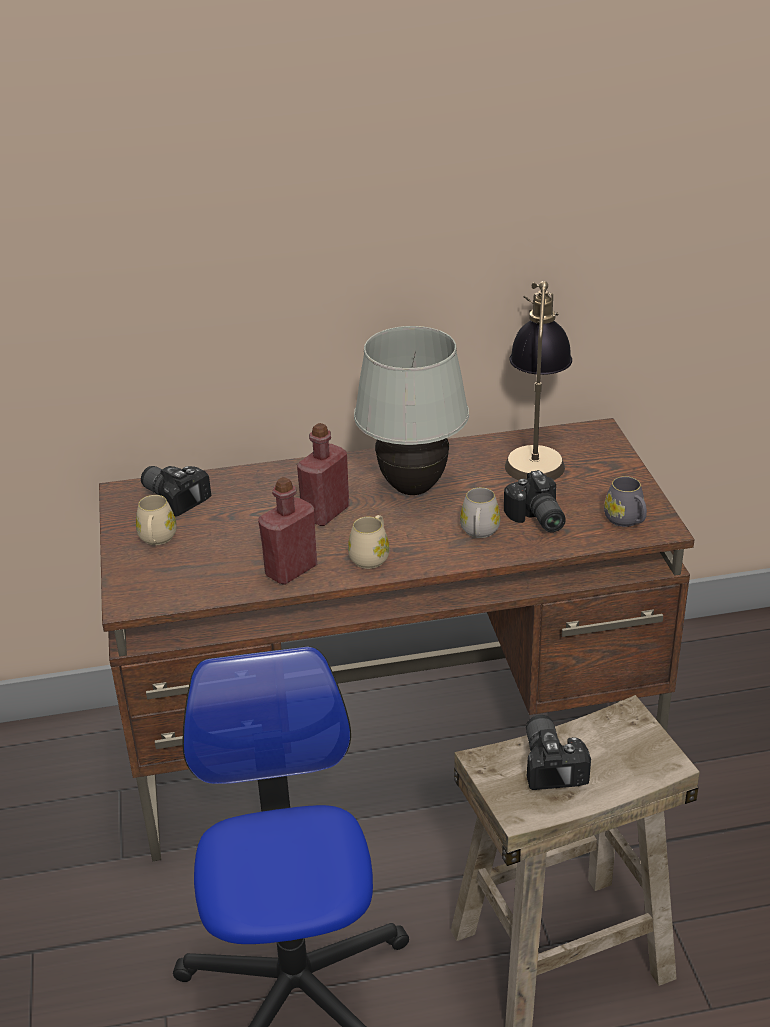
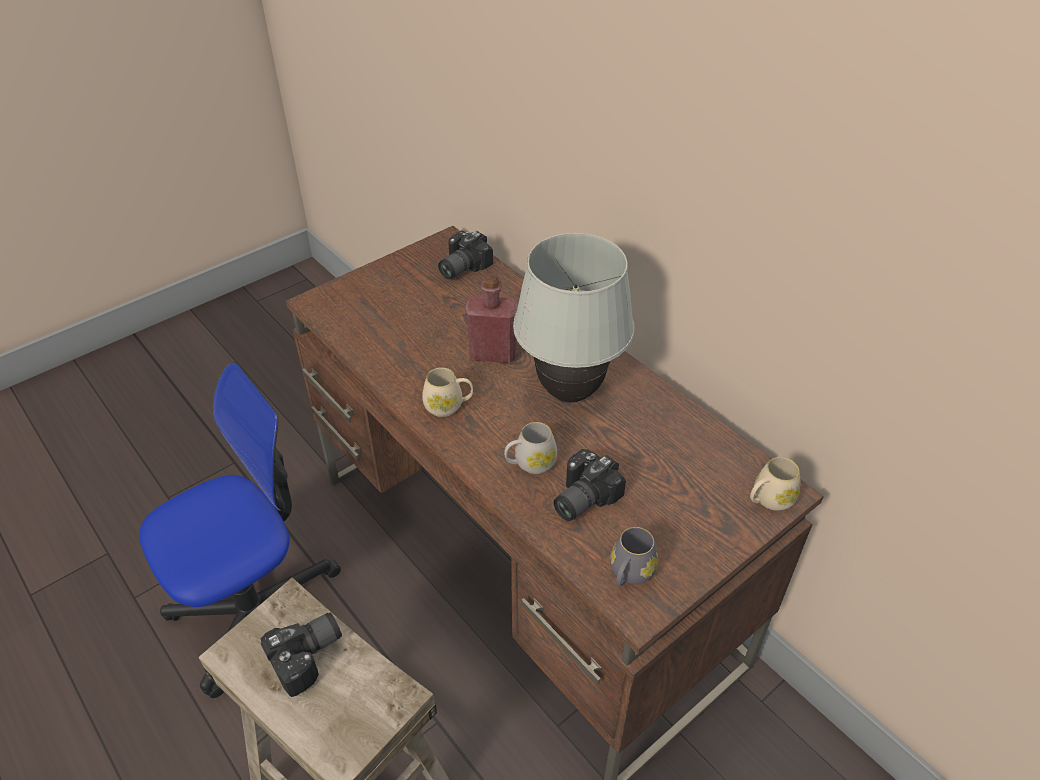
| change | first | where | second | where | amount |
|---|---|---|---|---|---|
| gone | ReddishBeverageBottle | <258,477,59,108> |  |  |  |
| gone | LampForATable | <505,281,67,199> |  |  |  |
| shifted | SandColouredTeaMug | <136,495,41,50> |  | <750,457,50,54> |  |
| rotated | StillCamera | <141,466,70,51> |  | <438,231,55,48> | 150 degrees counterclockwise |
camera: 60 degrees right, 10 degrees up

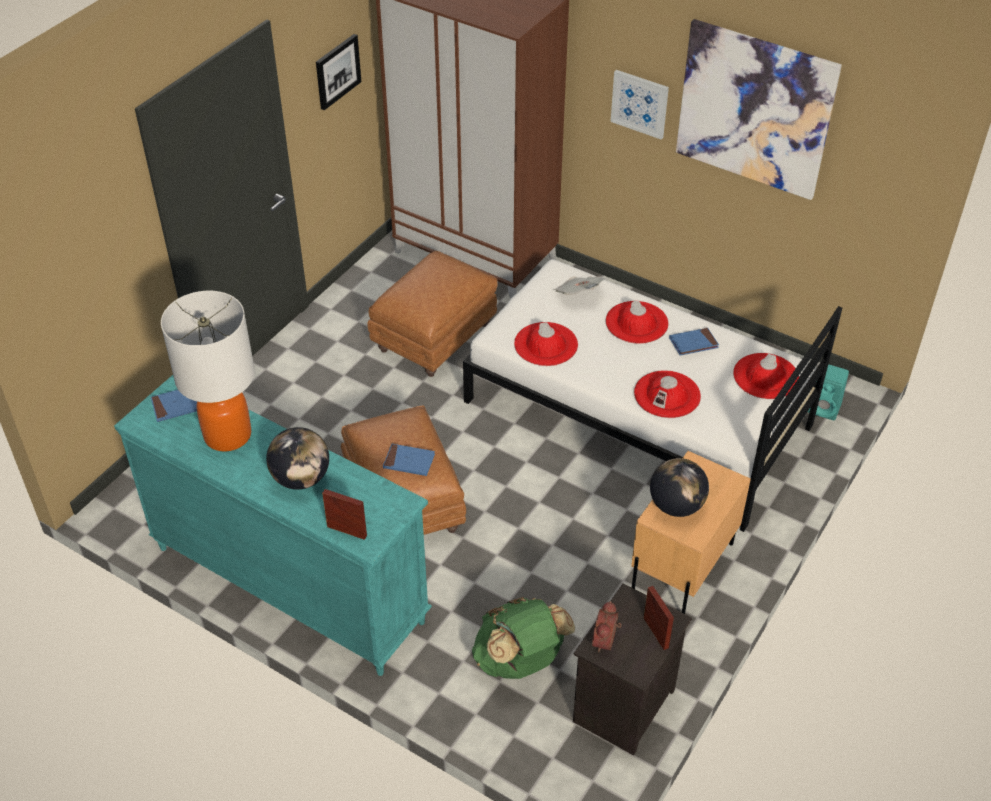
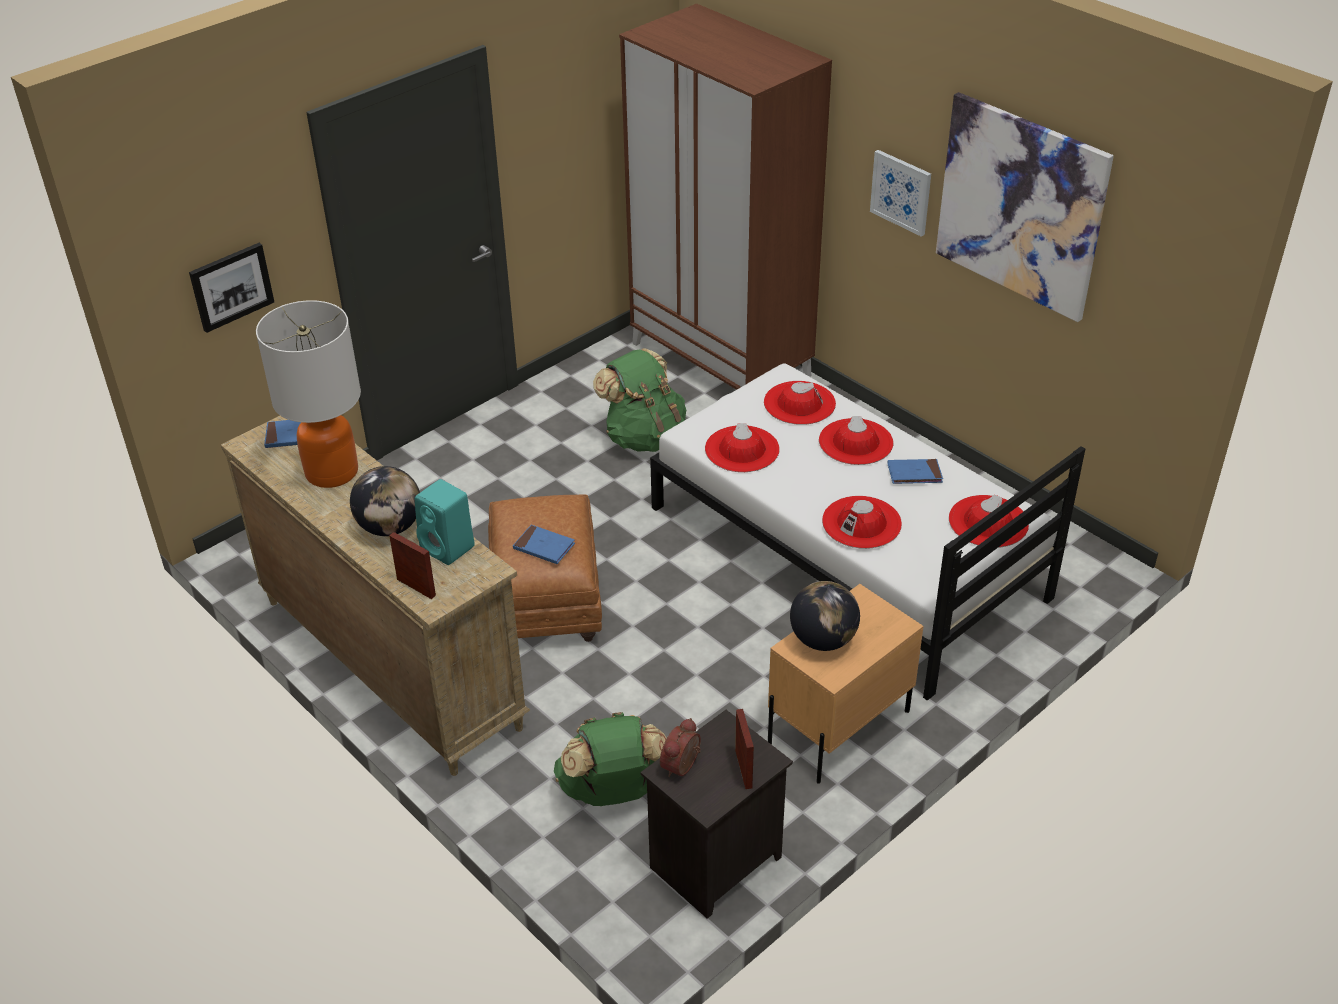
| change | first | where | second | where | amount |
|---|---|---|---|---|---|
| shifted | WallArt | <316,34,45,76> |  | <189,243,85,90> |  |
| shifted | BlueGreenLoudspeaker | <808,364,41,56> |  | <415,479,60,86> |  |
| swapped | BrownOttoman | <367,251,131,126> | GreenishBackpack | <593,348,93,104> |  |
| swapped | PrintedPaper | <554,276,51,19> | ReddishClothingHat | <764,381,72,44> |  |
| repainted | BlueGreenDrawerChest | <114,375,318,301> | SandColouredDrawerChest | <221,416,309,360> |  |
camera: 15 degrees right, 5 degrees down

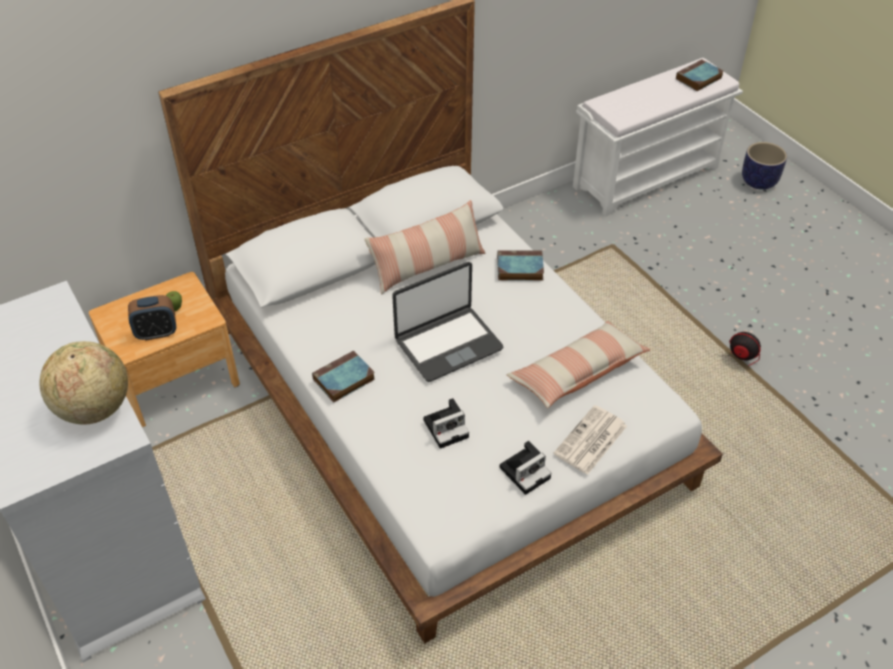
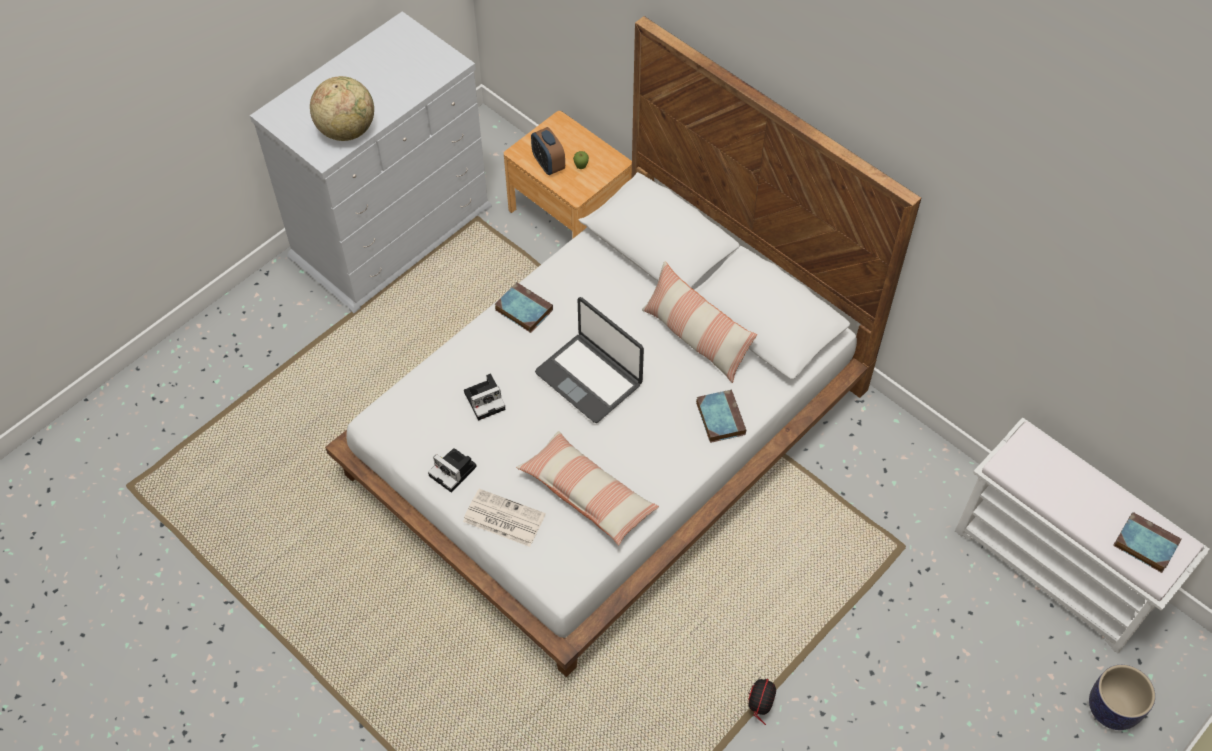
| change | first | where | second | where | amount |
|---|---|---|---|---|---|
| rotated | StillCamera | <423,398,46,51> |  | <464,373,41,47> | 75 degrees counterclockwise |
camera: 75 degrees right, 10 degrees up

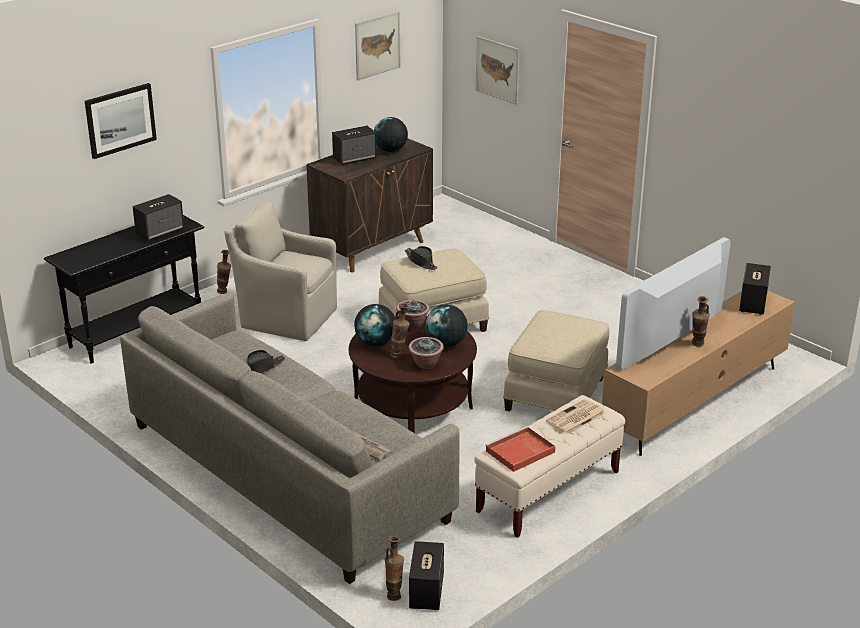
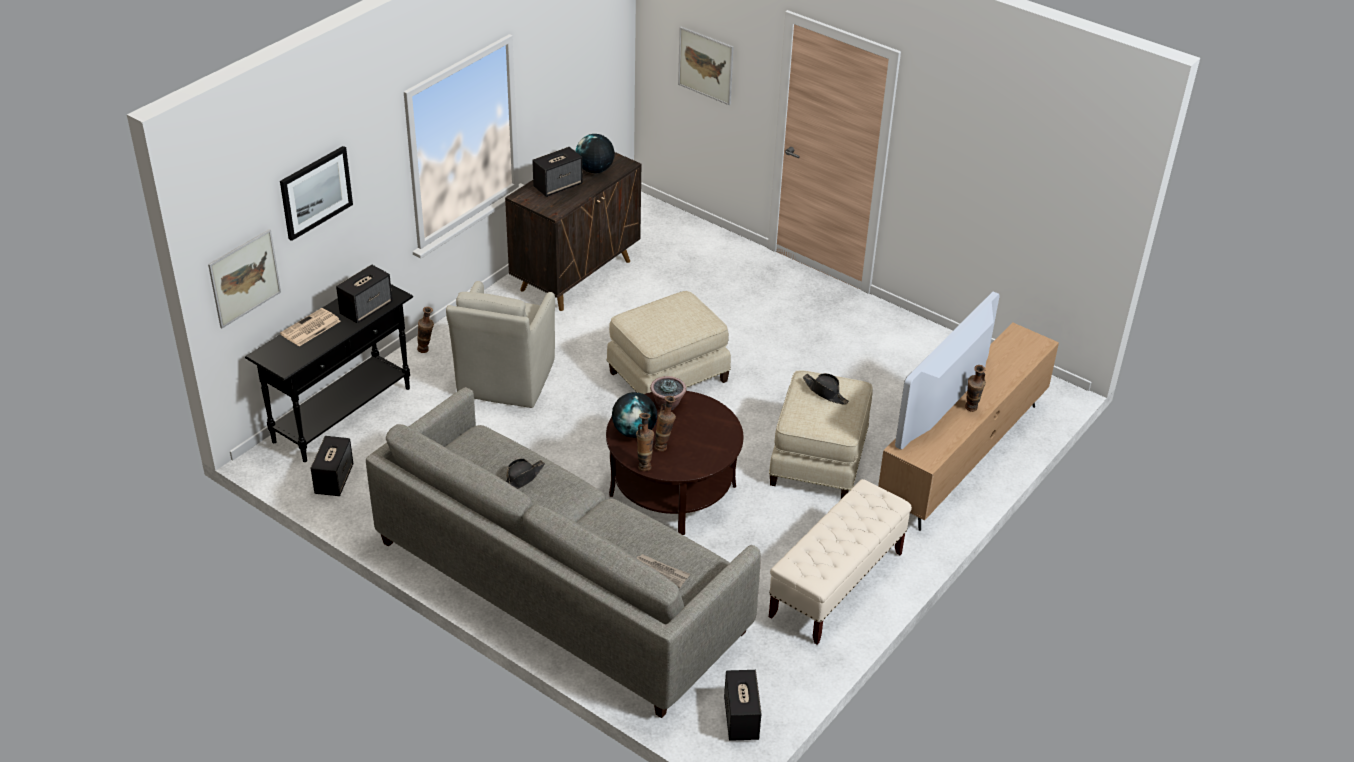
| change | first | where | second | where | amount |
|---|---|---|---|---|---|
| gone | PottedPlant | <409,337,35,32> |  |  |  |
| gone | DeskGlobe | <425,305,43,42> |  |  |  |
| gone | ReddishTray | <485,426,71,46> |  |  |  |
| shifted | WallArt | <355,11,45,70> |  | <208,229,73,99> |  |
| shifted | FlowerVase | <384,536,20,65> |  | <636,413,18,58> |  |
| shifted | BlackColouredClothingHat | <405,246,33,24> |  | <803,373,46,32> |  |
| shifted | PrintedPaper | <546,399,60,36> |  | <280,308,61,38> |  |
| shifted | Loudspeaker | <739,263,32,52> |  | <310,436,43,60> |  |
| rotated | SandColouredLoungeChair | <224,201,113,140> |  | <446,281,109,127> | 90 degrees counterclockwise |
camera: 10 degrees left, 10 degrees up

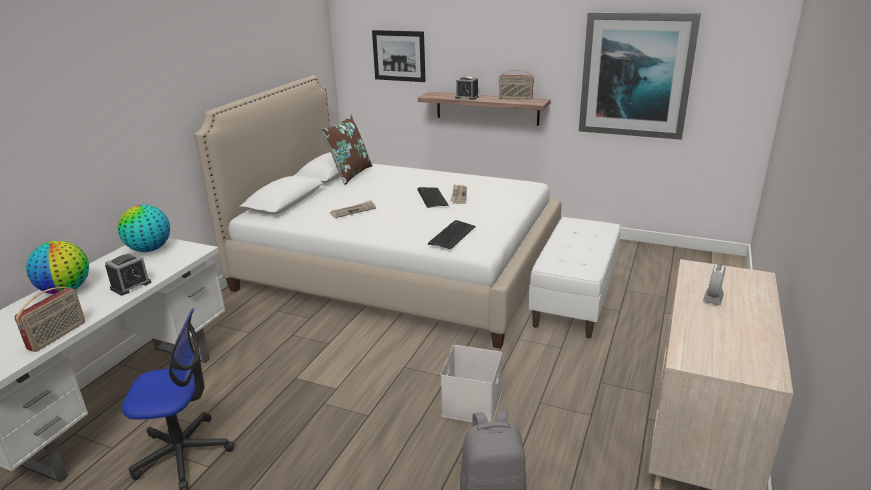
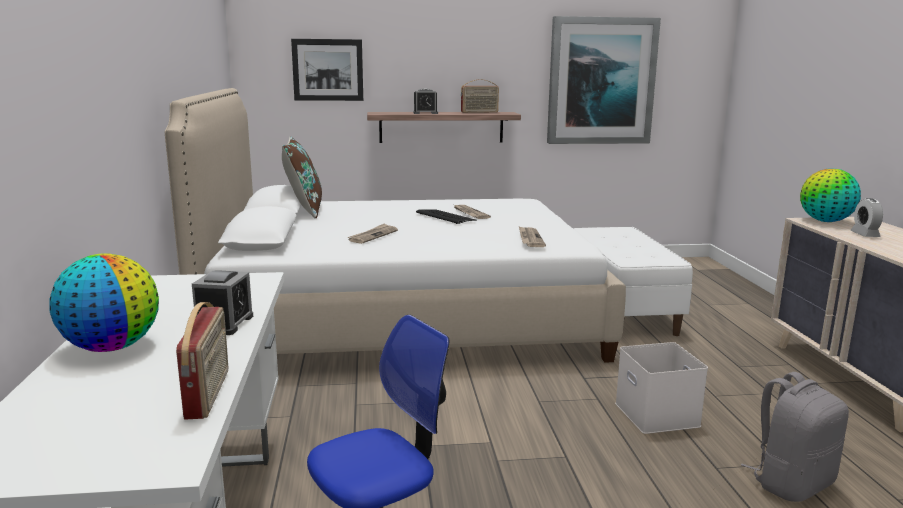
| change | first | where | second | where | amount |
|---|---|---|---|---|---|
| shifted | DeskGlobe | <118,205,52,47> |  | <800,168,61,54> |  |
| swapped | Keyboard | <428,220,48,29> | PrintedPaper | <519,226,27,21> |  |
camera: 30 degrees left, 10 degrees down

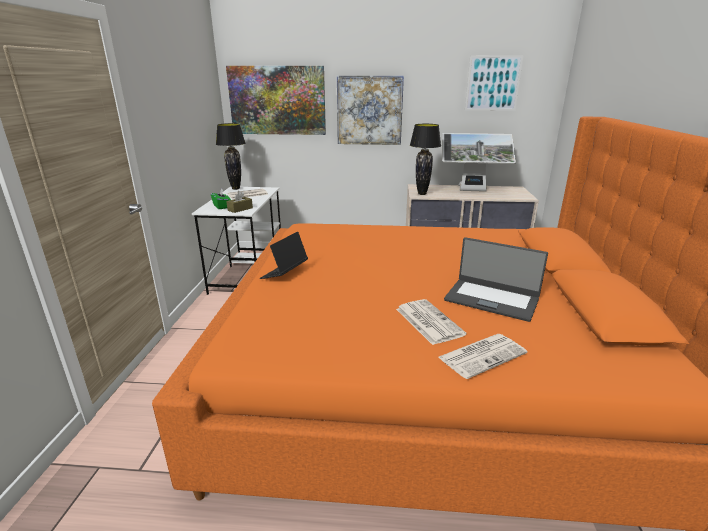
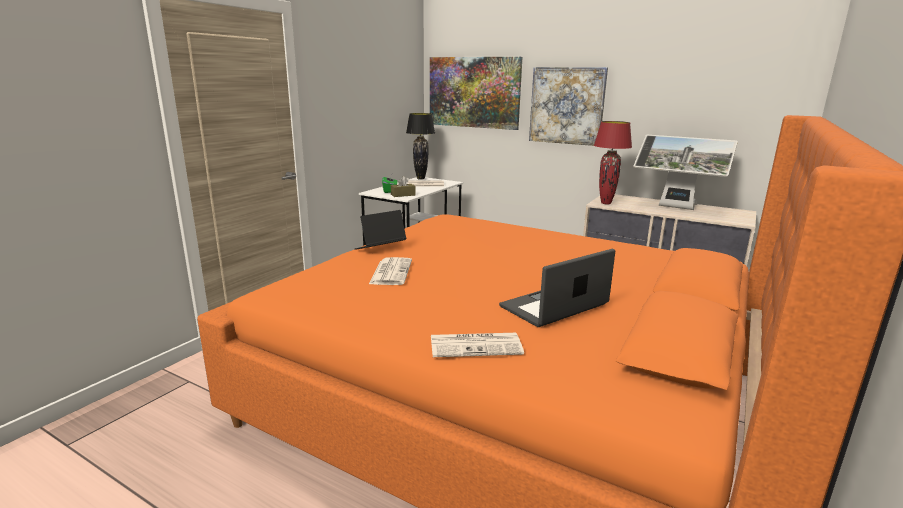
| change | first | where | second | where | amount |
|---|---|---|---|---|---|
| gone | WallArt | <465,55,59,56> |  |  |  |
| shifted | PrintedPaper | <396,299,70,46> |  | <369,257,43,28> |  |
| repainted | BlackColouredLampForATable | <410,124,31,71> | ReddishLampForATable | <594,121,38,83> |  |
| rotated | NotebookComputer | <444,237,104,85> |  | <499,249,116,78> | 90 degrees clockwise |
camera: 25 degrees right, 5 degrees down

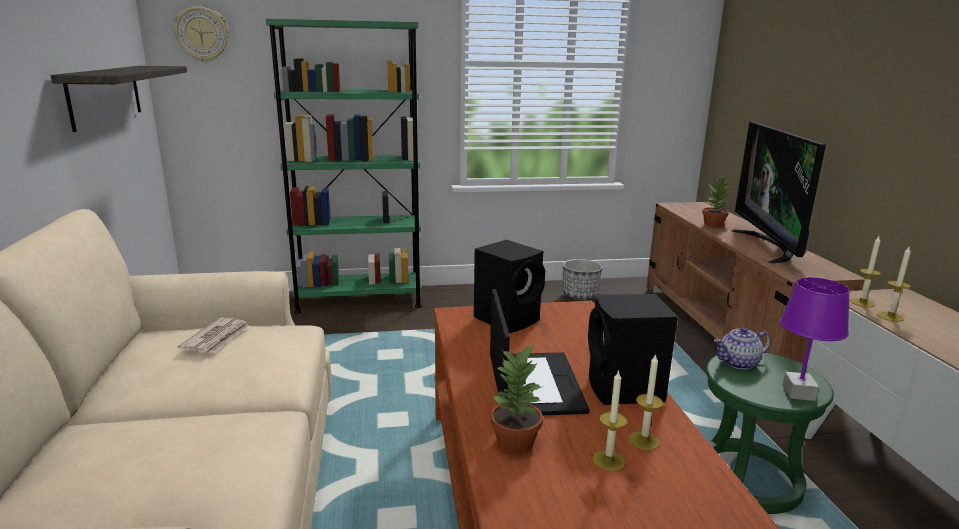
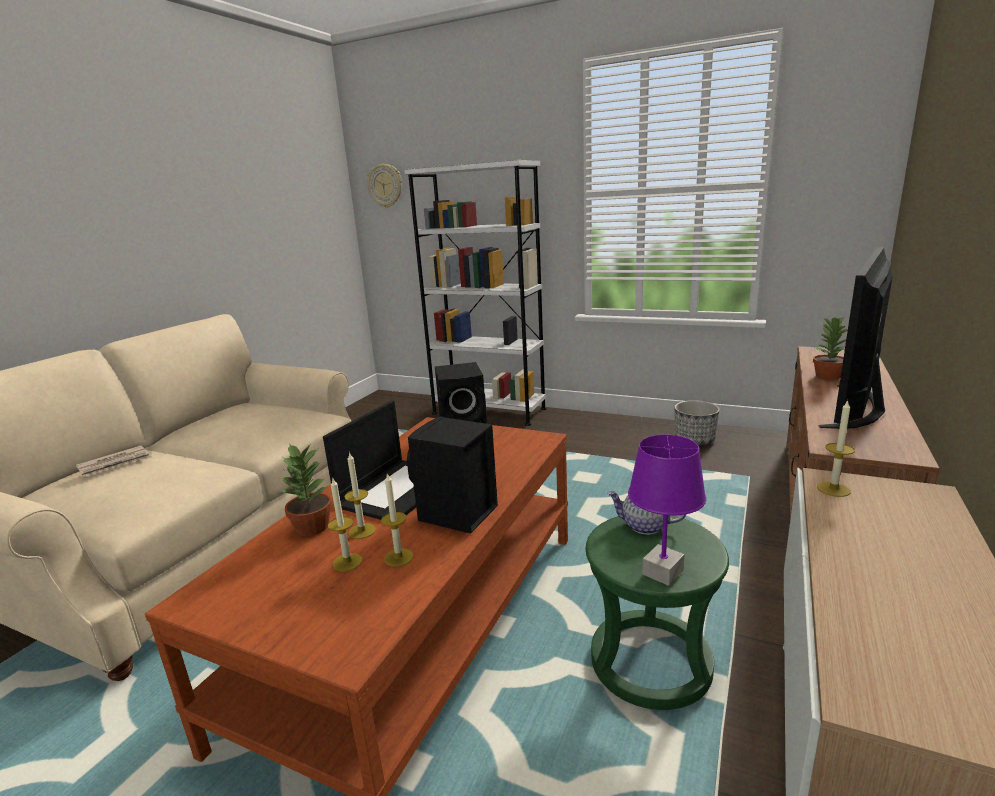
| change | first | where | second | where | amount |
|---|---|---|---|---|---|
| gone | WallShelf | <51,66,136,66> |  |  |  |
| shifted | PrintedPaper | <178,317,71,36> |  | <76,445,76,31> |  |
| shifted | WaxCandle | <877,247,34,75> |  | <344,452,32,87> |  |
| repainted | GreenishBookshelf | <266,19,156,295> | WhiteColouredBookshelf | <404,160,143,266> |  |
camera: 35 degrees right, 0 degrees up

